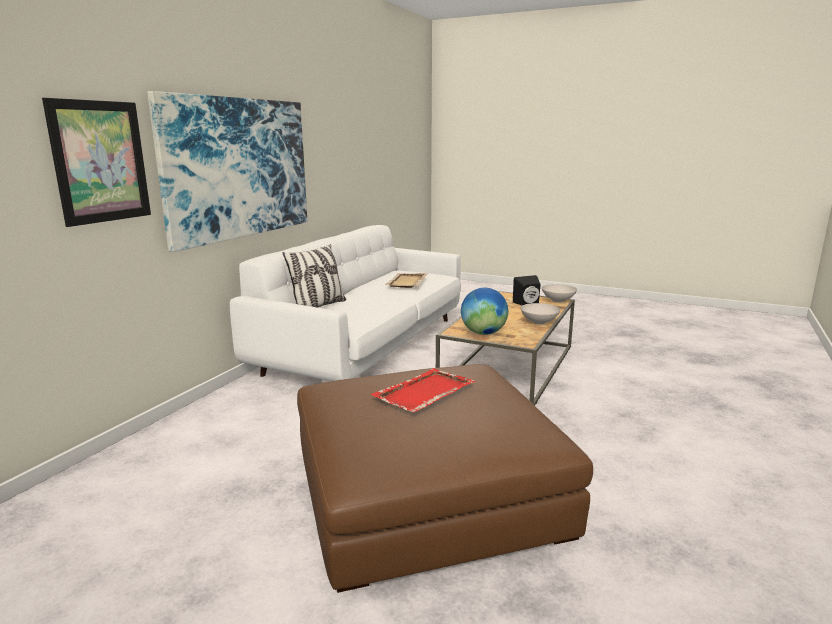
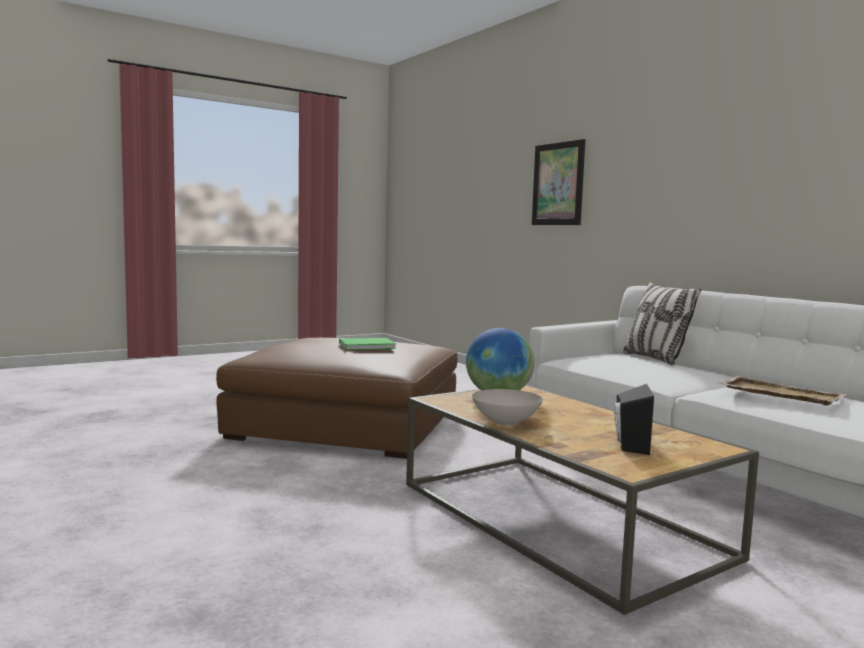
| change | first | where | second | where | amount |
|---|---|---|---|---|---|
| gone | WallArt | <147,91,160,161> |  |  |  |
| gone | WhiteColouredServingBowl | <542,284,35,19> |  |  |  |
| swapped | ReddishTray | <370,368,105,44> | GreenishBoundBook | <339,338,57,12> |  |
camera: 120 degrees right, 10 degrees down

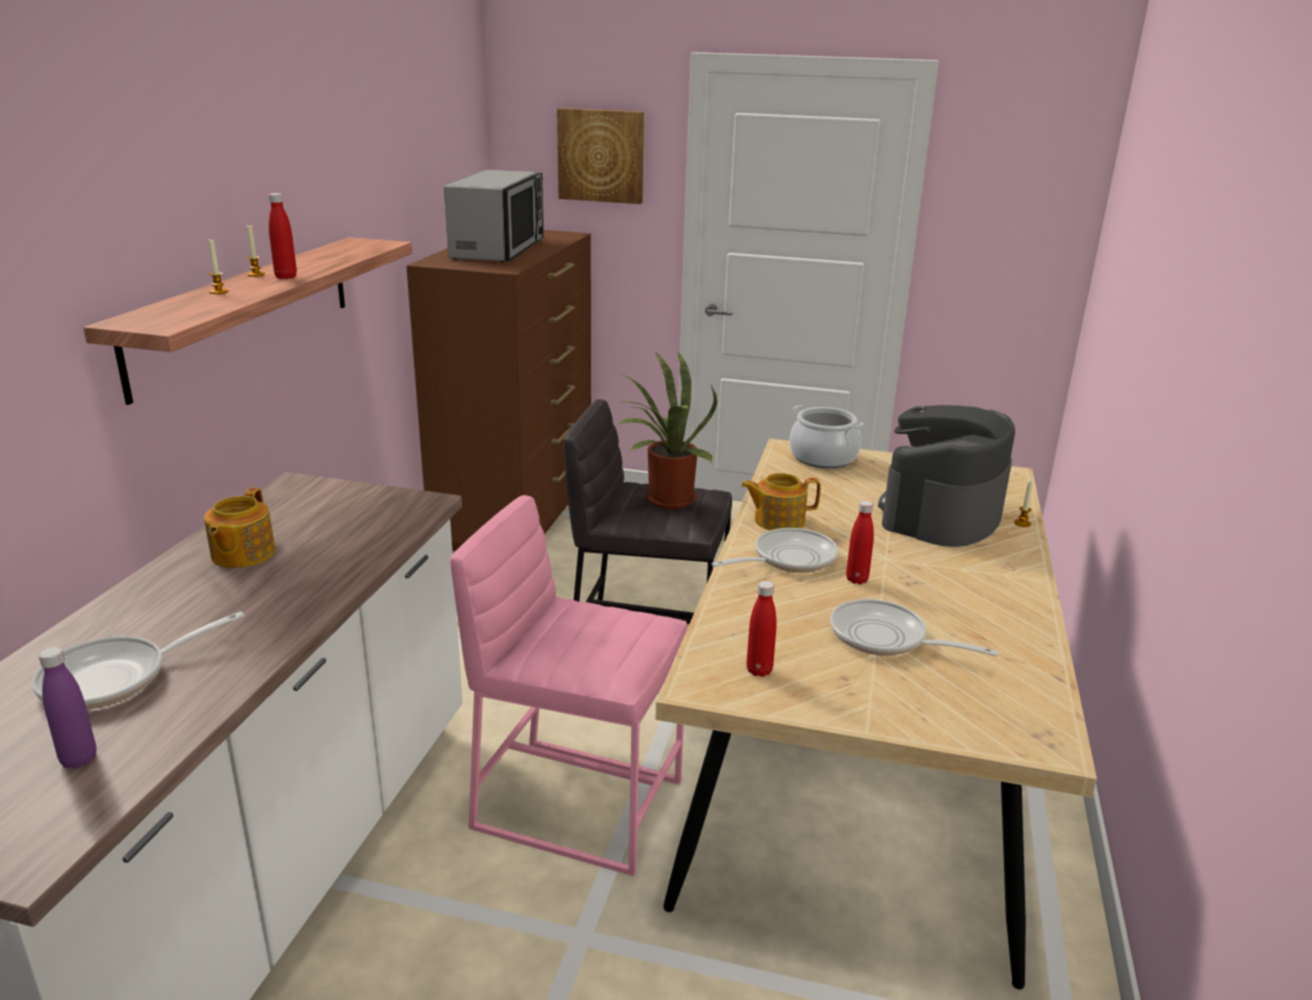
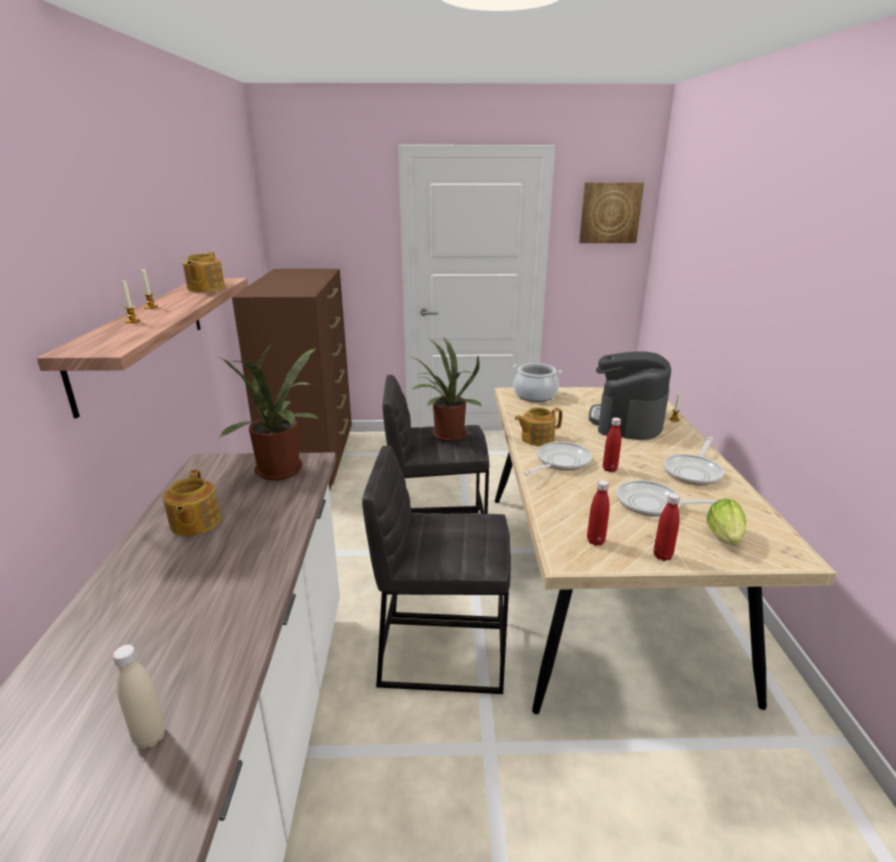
| change | first | where | second | where | amount |
|---|---|---|---|---|---|
| gone | KitchenMicrowave | <444,170,100,92> |  |  |  |
| new |  |  | Teapot | <183,252,42,40> |  |
| new |  |  | PottedPlant | <219,341,100,140> |  |
| new |  |  | Lettuce | <706,498,40,47> |  |
| shifted | Skillet | <32,611,213,98> |  | <663,437,61,48> |  |
| shifted | ReddishBeverageBottle | <269,193,28,86> |  | <654,493,26,68> |  |
| shifted | WallArt | <557,108,87,96> |  | <579,182,65,61> |  |
| repainted | PurpleBeverageBottle | <38,647,58,122> | SandColouredBeverageBottle | <113,644,53,105> |  |
| repainted | PinkColouredSittingStool | <450,495,238,381> | GraySittingStool | <362,446,149,248> |  |
camera: 15 degrees left, 0 degrees up

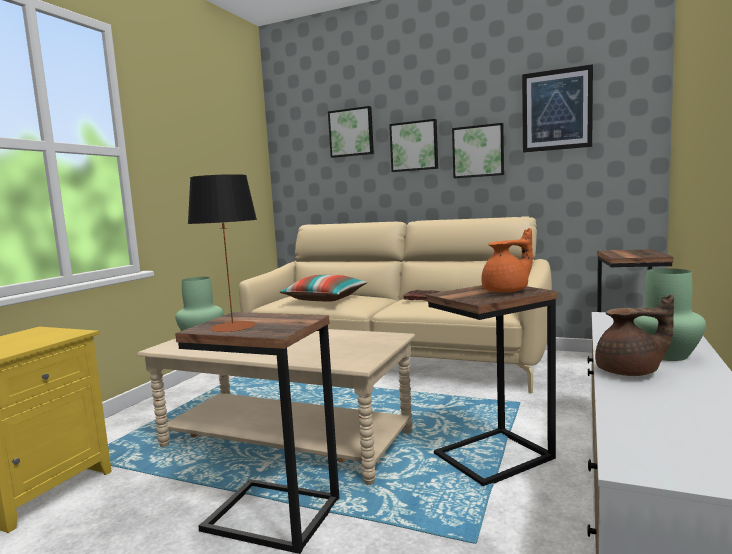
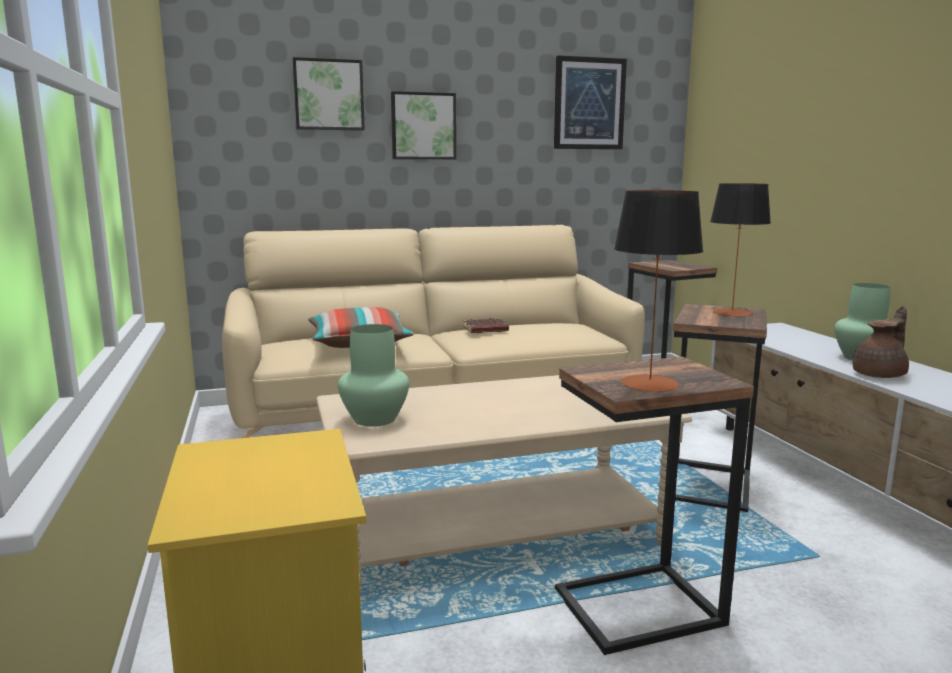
| change | first | where | second | where | amount |
|---|---|---|---|---|---|
| gone | WallArt | <452,123,52,55> |  |  |  |
| swapped | OrangeColouredTeapot | <481,228,52,65> | LampForATable | <710,183,61,134> |  |
camera: 40 degrees left, 5 degrees up

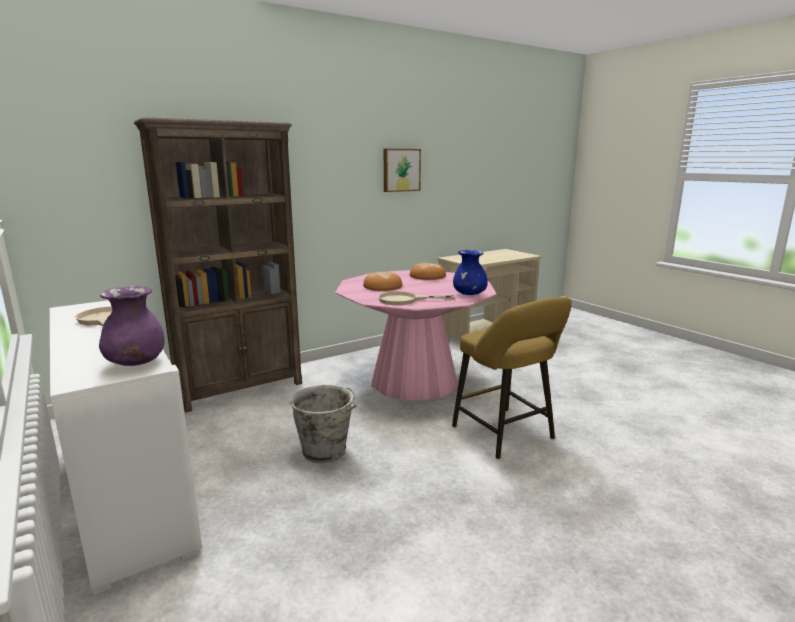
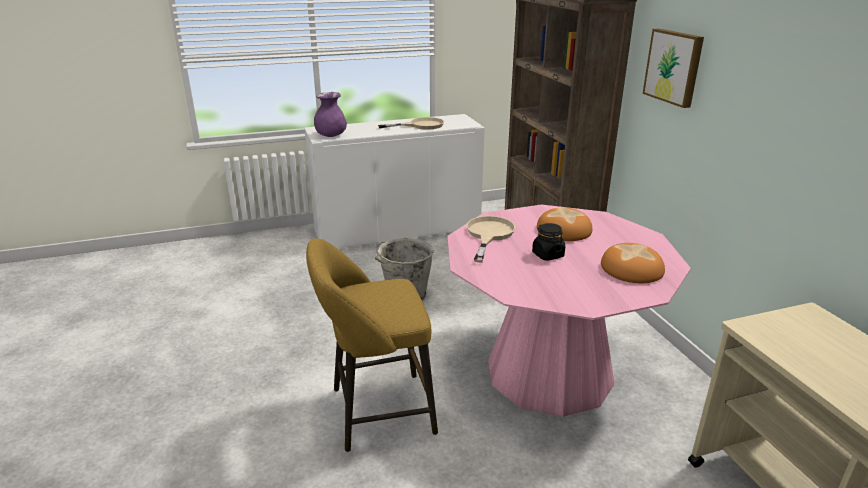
| change | first | where | second | where | amount |
|---|---|---|---|---|---|
| gone | BluishFlowerVase | <453,250,35,45> |  |  |  |
| new |  |  | BlackColouredStorageJar | <532,223,33,38> |  |
| shifted | WallArt | <384,149,37,43> |  | <643,29,61,79> |  |
camera: 105 degrees right, 10 degrees up

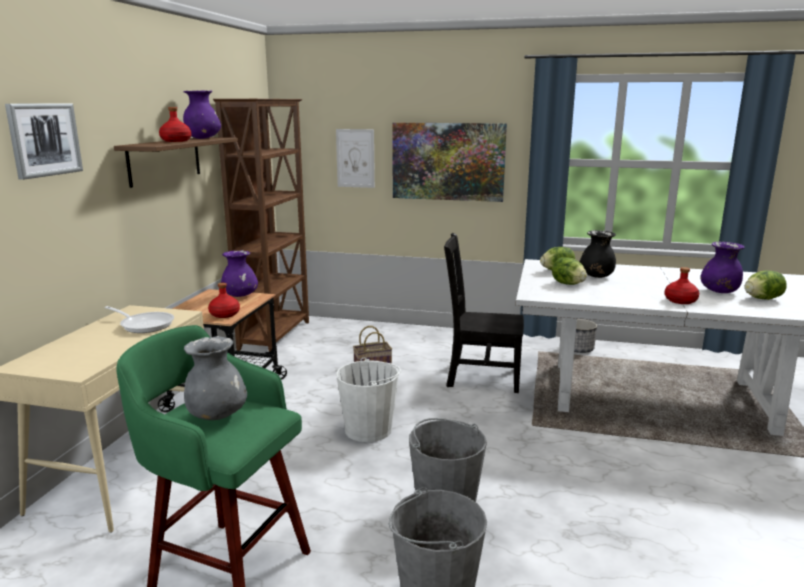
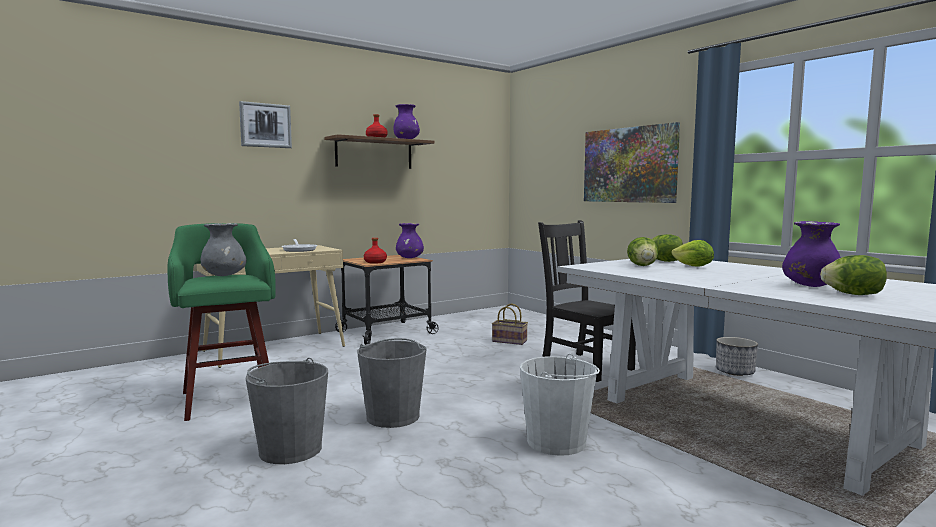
| change | first | where | second | where | amount |
|---|---|---|---|---|---|
| gone | BrownBookshelf | <213,99,96,253> |  |  |  |
| gone | WallArt | <336,129,39,59> |  |  |  |
| gone | ReddishBeverageBottle | <664,267,35,37> |  |  |  |
| shifted | WhiteColouredBucket | <336,358,65,84> |  | <520,354,80,102> |  |
| swapped | BlackColouredFlowerVase | <580,230,36,48> | Lettuce | <671,240,43,27> |  |
camera: 40 degrees right, 10 degrees down

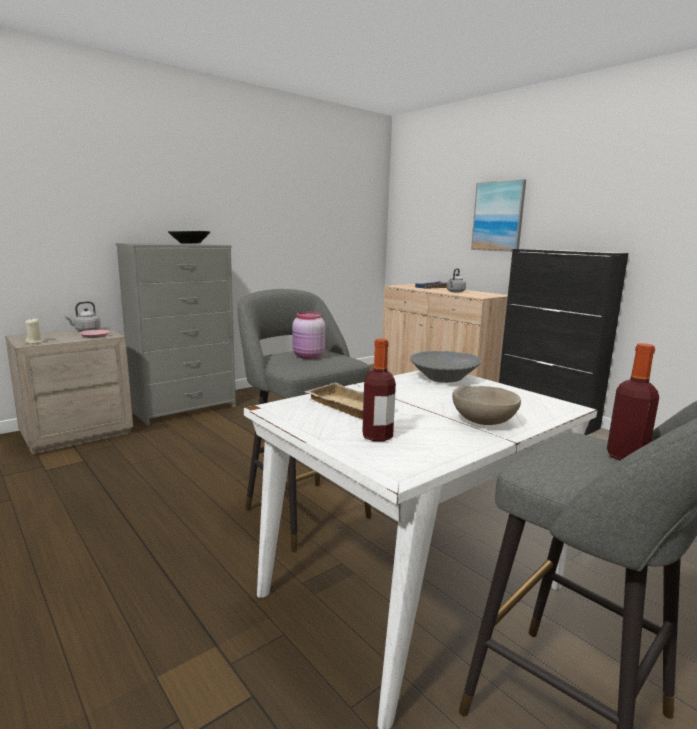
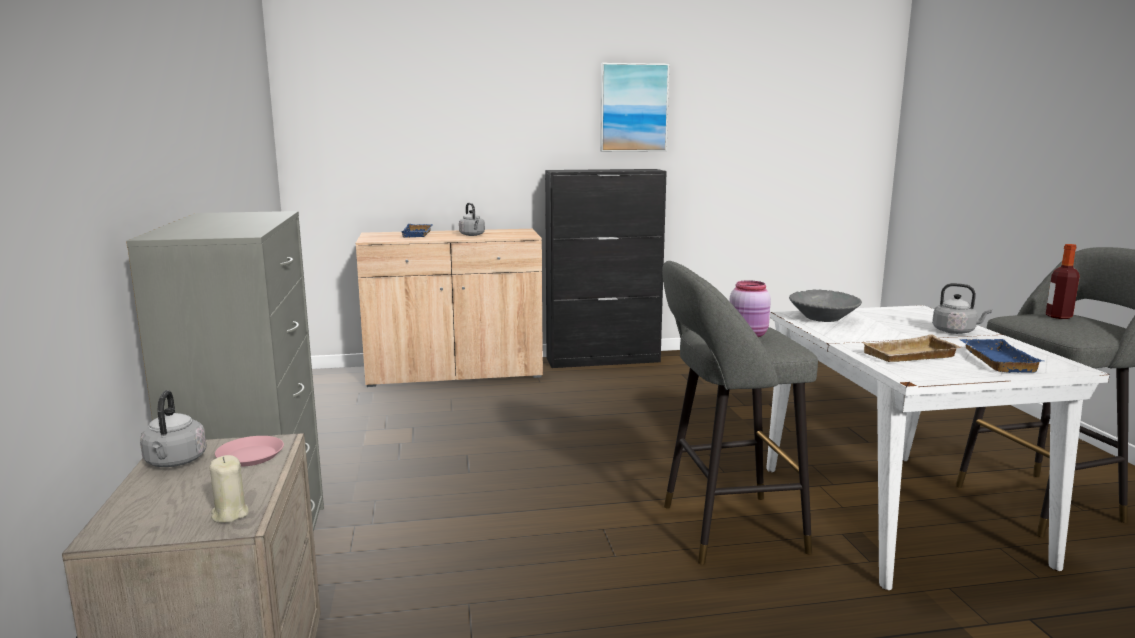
| change | first | where | second | where | amount |
|---|---|---|---|---|---|
| gone | BlackColouredServingBowl | <168,231,42,13> |  |  |  |
| shifted | WallArt | <471,179,55,73> |  | <600,63,69,89> |  |
| swapped | BeverageBottle | <362,339,34,102> | BluishTray | <959,339,85,34> |  |
| swapped | SandColouredServingBowl | <452,385,69,40> | GrayKettle | <932,283,60,51> |  |
camera: 60 degrees left, 0 degrees up

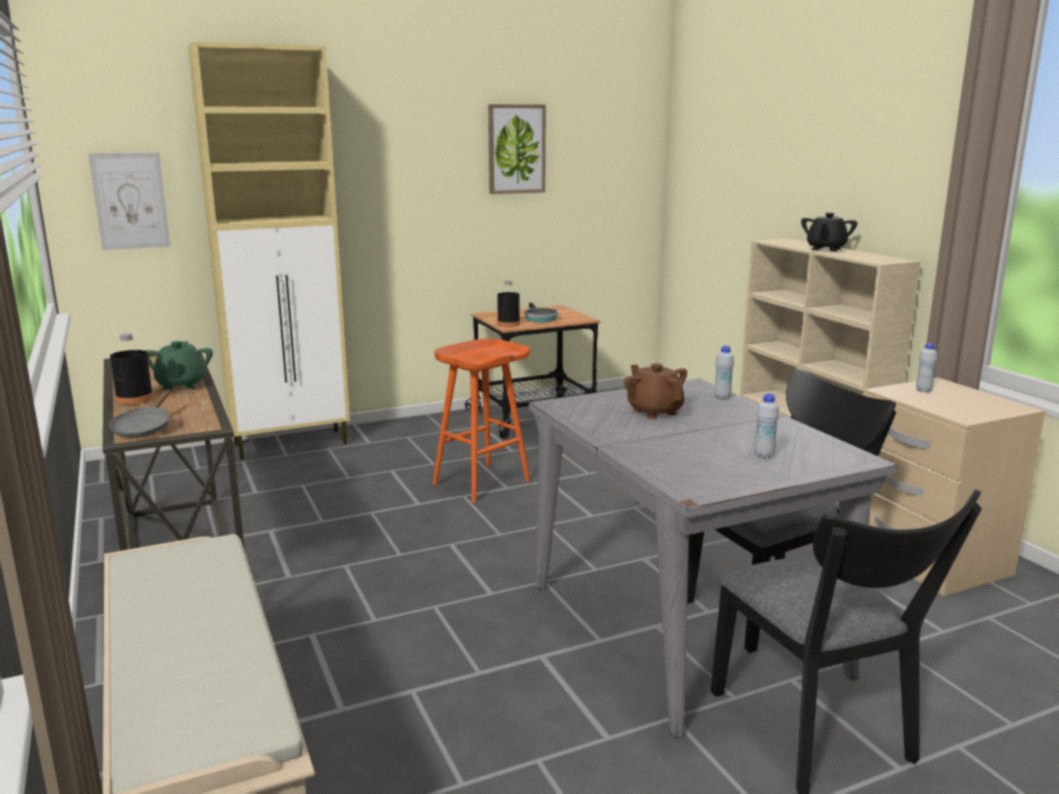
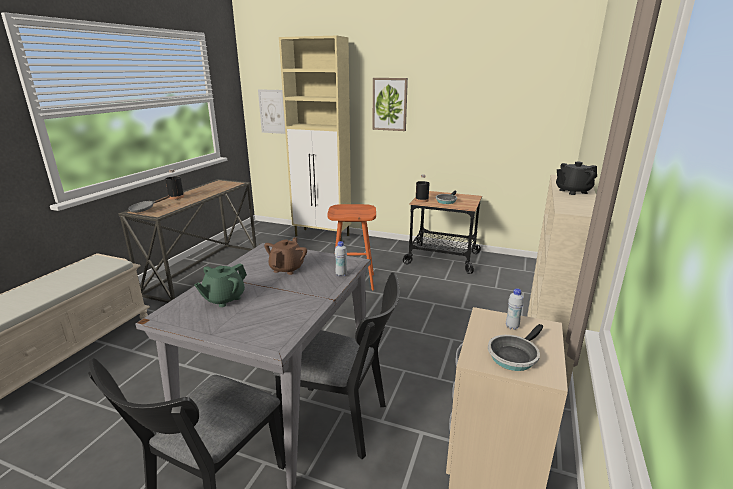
| change | first | where | second | where | amount |
|---|---|---|---|---|---|
| gone | WhiteColouredBeverageBottle | <754,394,25,65> |  |  |  |
| new |  |  | Skillet | <488,324,55,47> |  |
| shifted | GreenishTeapot | <145,341,68,49> |  | <194,263,53,44> |  |
| shifted | WallArt | <488,104,58,90> |  | <373,78,35,53> |  |
camera: 45 degrees right, 5 degrees up

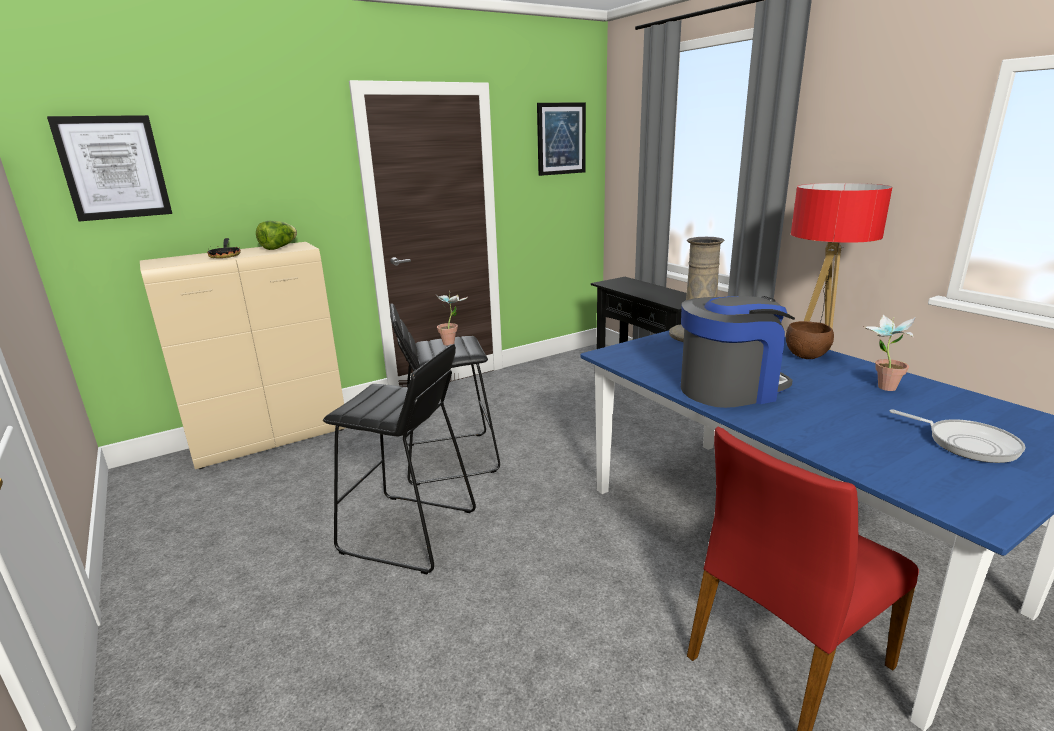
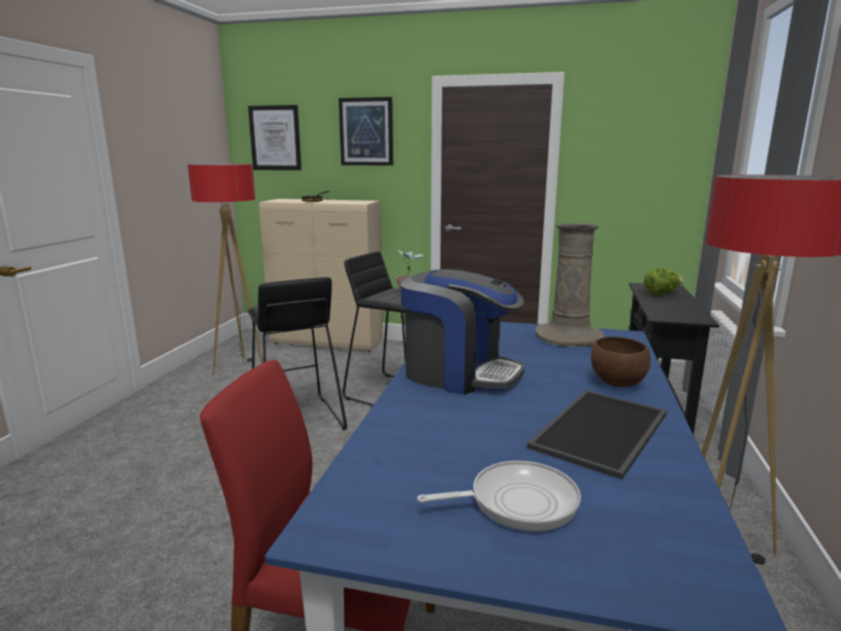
| change | first | where | second | where | amount |
|---|---|---|---|---|---|
| new |  |  | StandingLamp | <188,164,75,211> |  |
| shifted | Lettuce | <256,221,41,29> |  | <644,268,39,27> |  |
| shifted | WallArt | <537,103,49,73> |  | <339,97,54,69> |  |
| swapped | PottedPlant | <864,315,51,76> | Tray | <527,390,140,89> |  |
| rotated | Skillet | <890,409,135,54> |  | <417,461,164,71> | 105 degrees counterclockwise |
camera: 45 degrees right, 5 degrees down

